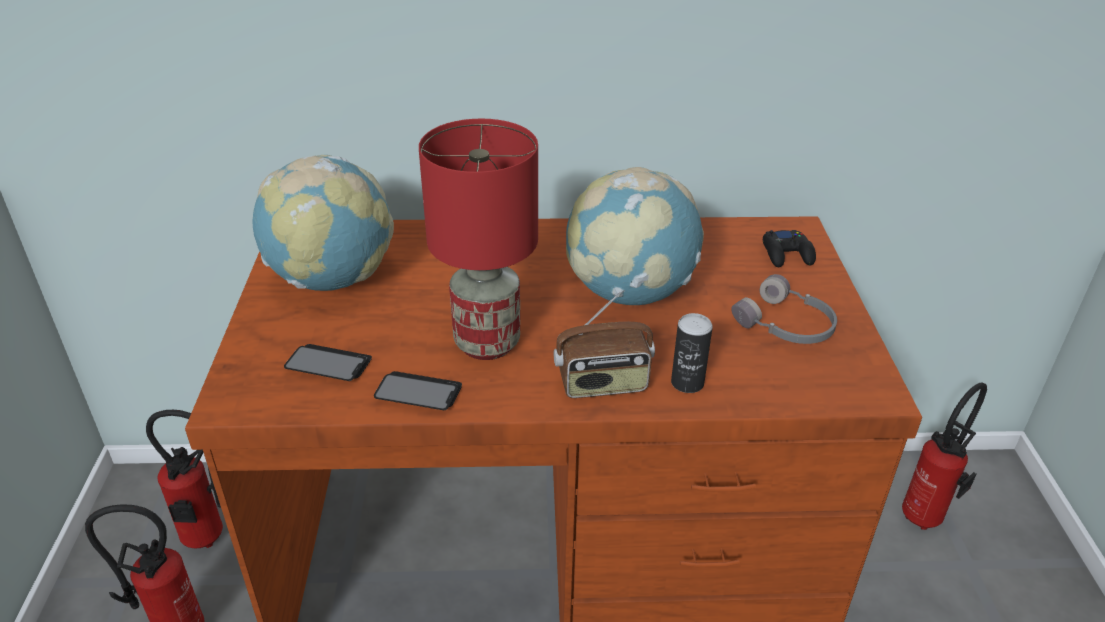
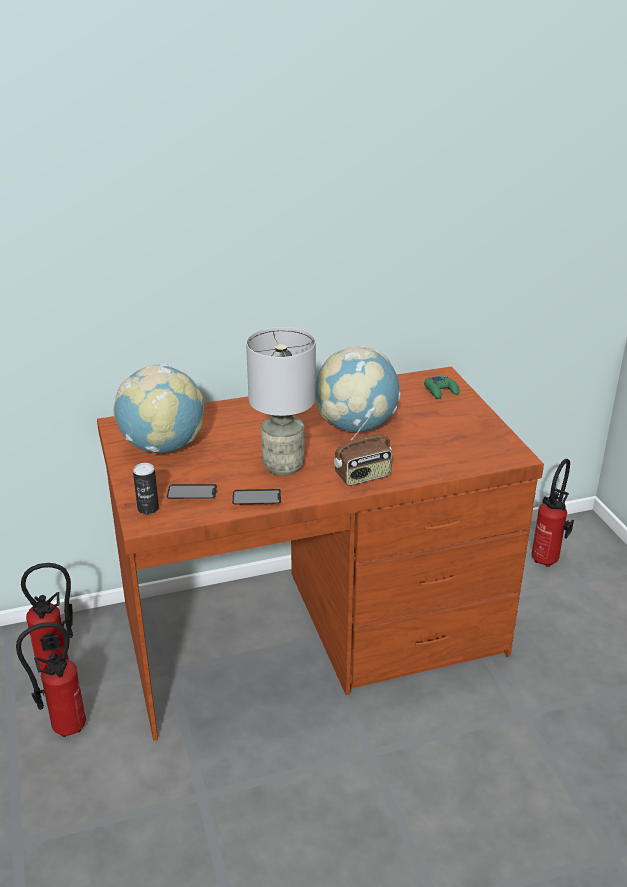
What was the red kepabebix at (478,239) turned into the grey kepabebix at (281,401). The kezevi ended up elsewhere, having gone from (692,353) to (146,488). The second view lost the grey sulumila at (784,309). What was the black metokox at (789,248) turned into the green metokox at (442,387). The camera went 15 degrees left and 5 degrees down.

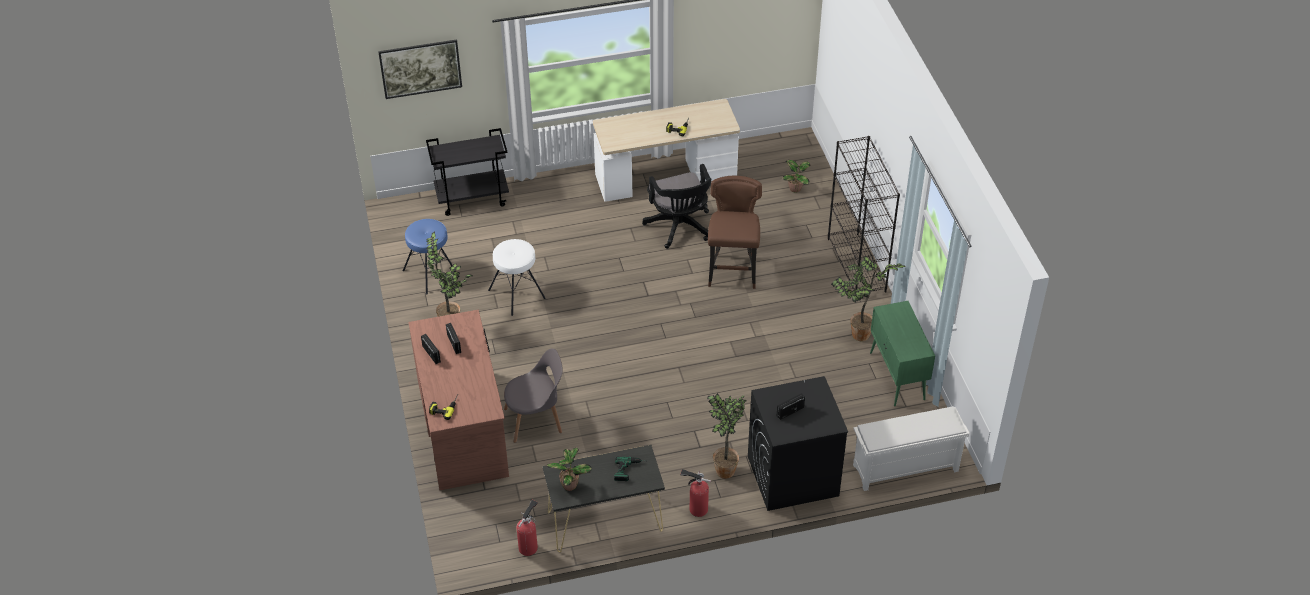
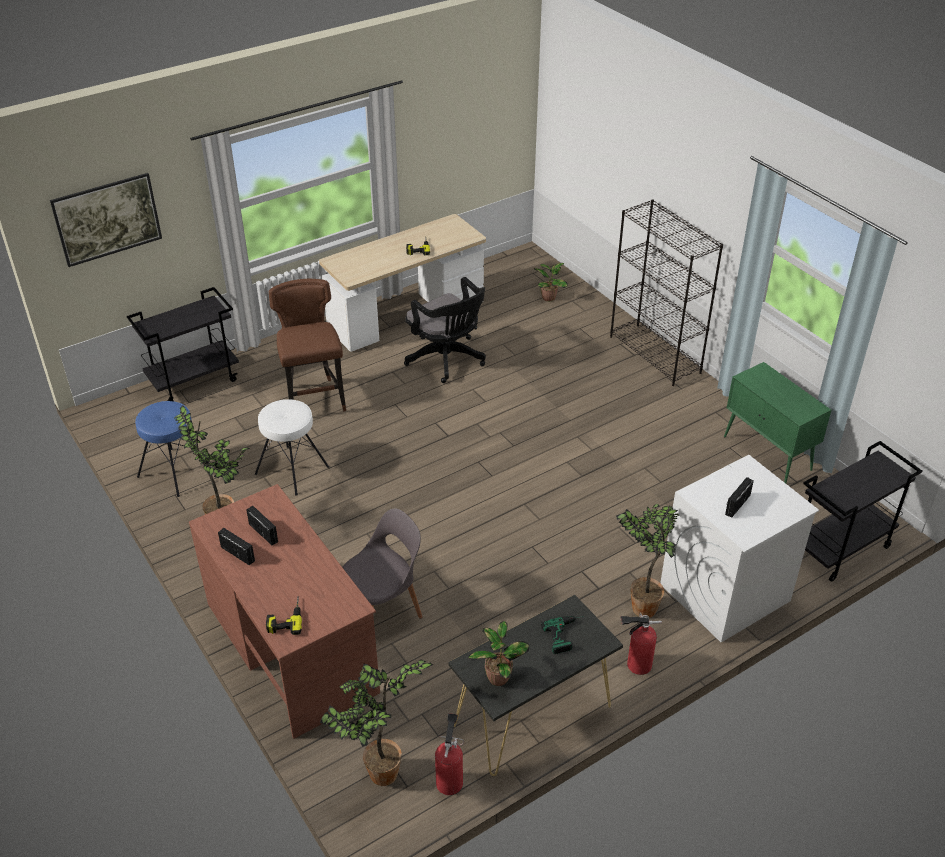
The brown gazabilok ended up elsewhere, having gone from (735,232) to (307,345). What was the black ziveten at (798,443) turned into the white ziveten at (739,548). The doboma ended up elsewhere, having gone from (868,298) to (376,722). Where the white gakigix stood at (911,448), the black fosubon came to stand at (862,511). The camera went 20 degrees left and 5 degrees down.

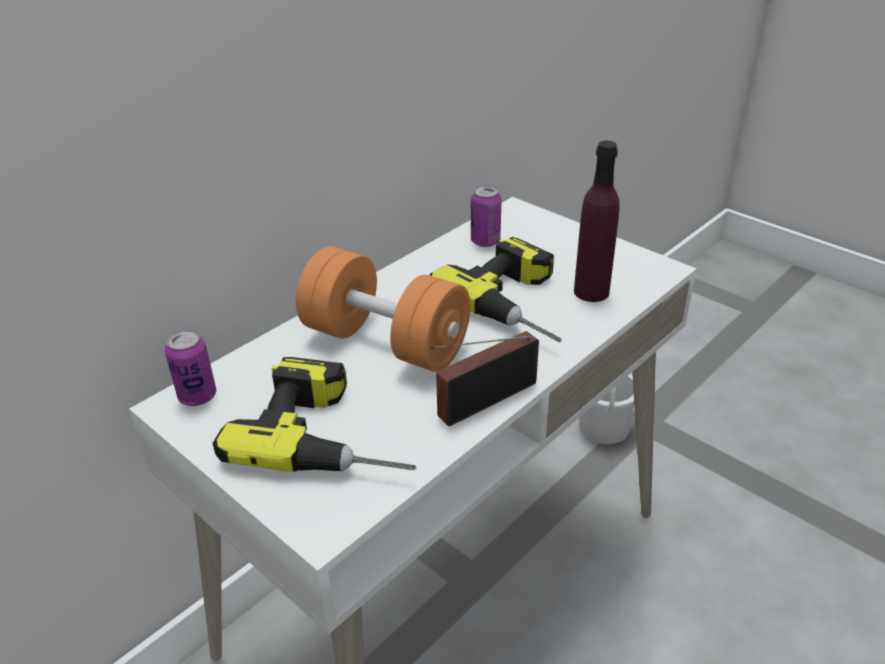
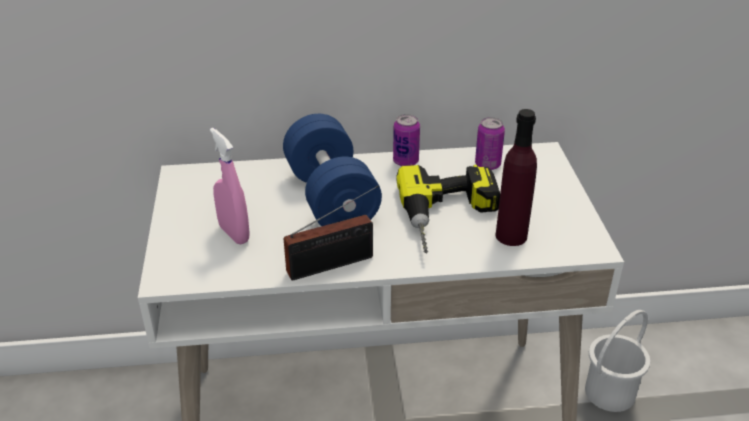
The kezevi ended up elsewhere, having gone from (190,367) to (406,140). Where the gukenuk stood at (314,414), the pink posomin came to stand at (230,186). What was the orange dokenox at (383,309) turned into the blue dokenox at (332,170). The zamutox at (485,378) ended up facing another way, 150 degrees clockwise from before. The camera went 40 degrees right and 0 degrees up.

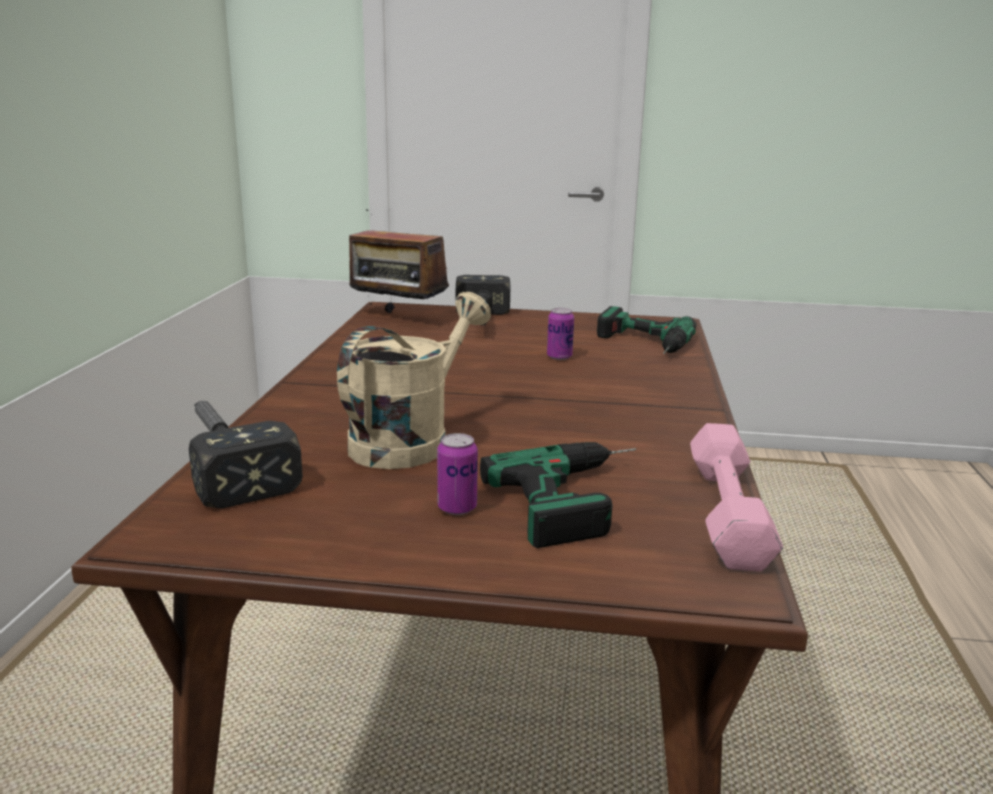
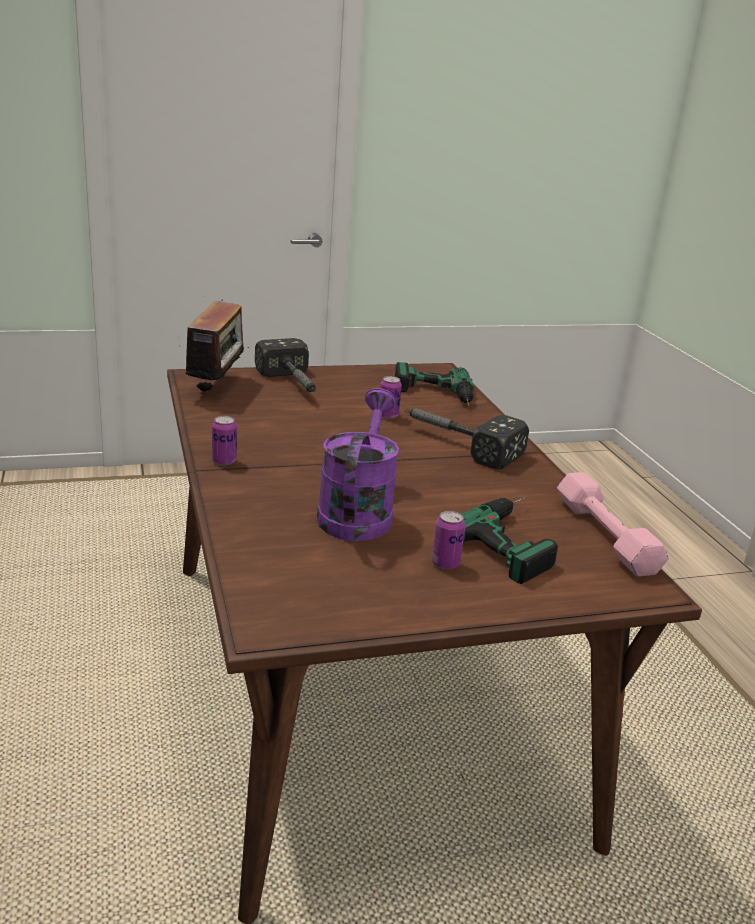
The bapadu ended up elsewhere, having gone from (246,454) to (467,438). What was the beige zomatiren at (414,380) turned into the purple zomatiren at (358,464). The zamutox at (399,261) ended up facing another way, 90 degrees counterclockwise from before. The second view gained the kezevi at (224,440). The camera went 25 degrees left and 5 degrees up.

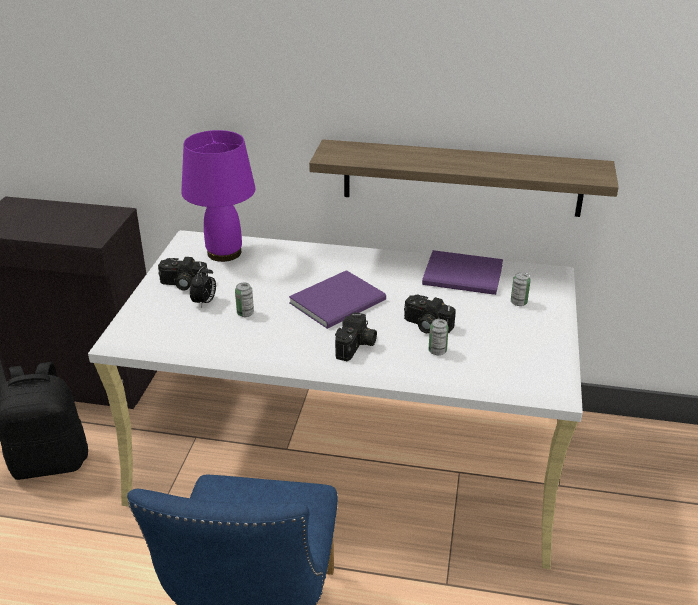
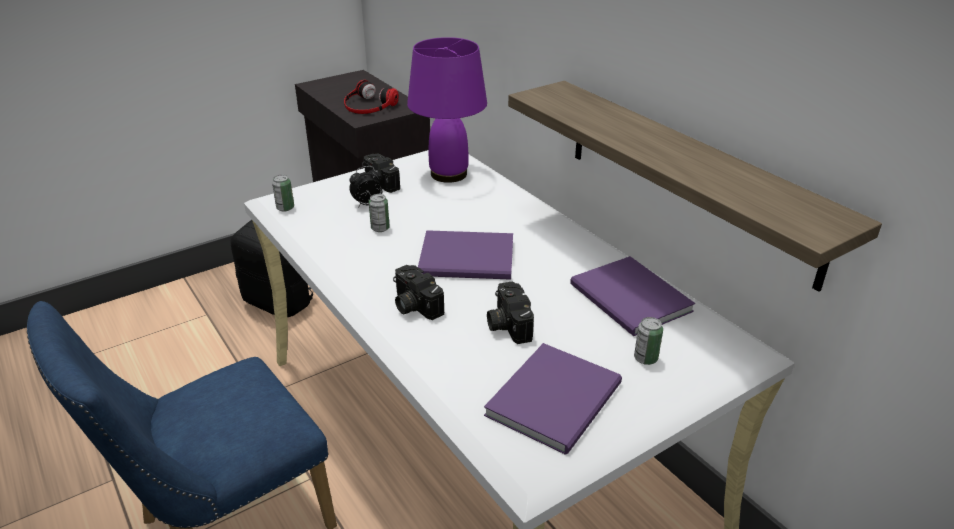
The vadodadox at (356,336) ended up facing another way, 75 degrees clockwise from before. The kezevi ended up elsewhere, having gone from (439,337) to (283,193). The second view gained the sulumila at (371,97). The second view gained the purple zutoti at (553,399). The camera went 45 degrees right and 0 degrees up.

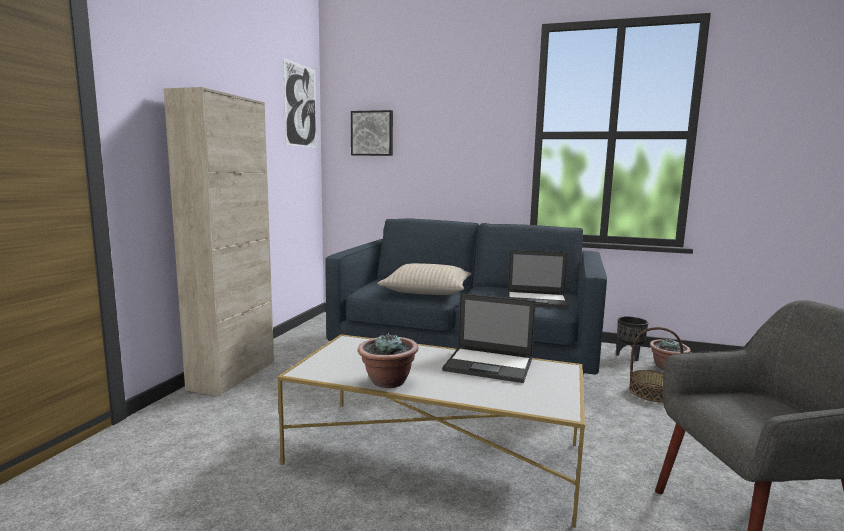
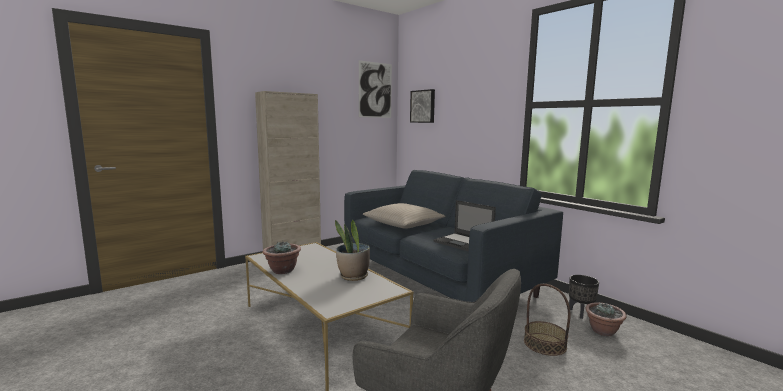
Where the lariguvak stood at (489,338), the doboma came to stand at (352,250). The camera went 35 degrees right and 0 degrees up.

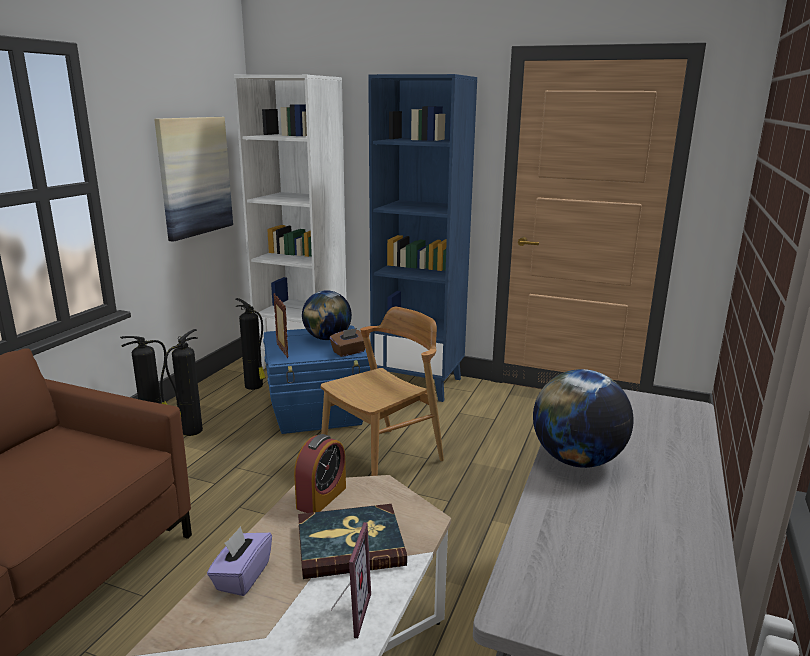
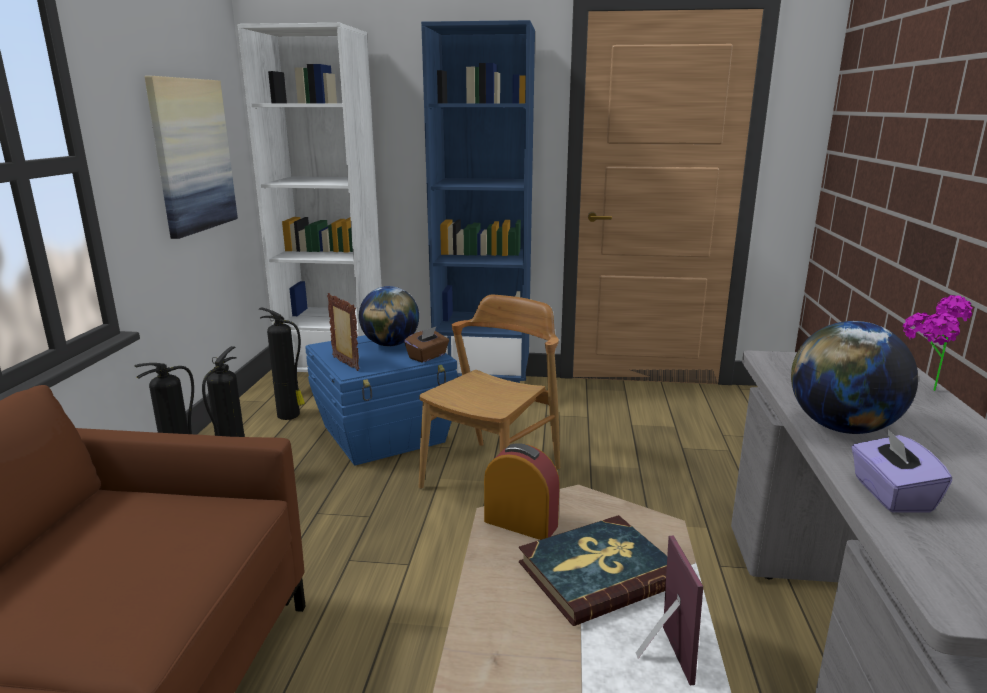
The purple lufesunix ended up elsewhere, having gone from (239,561) to (901,470). The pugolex at (320,473) ended up facing another way, 75 degrees counterclockwise from before. The second view gained the doboma at (938,343). The camera went 15 degrees left and 0 degrees up.

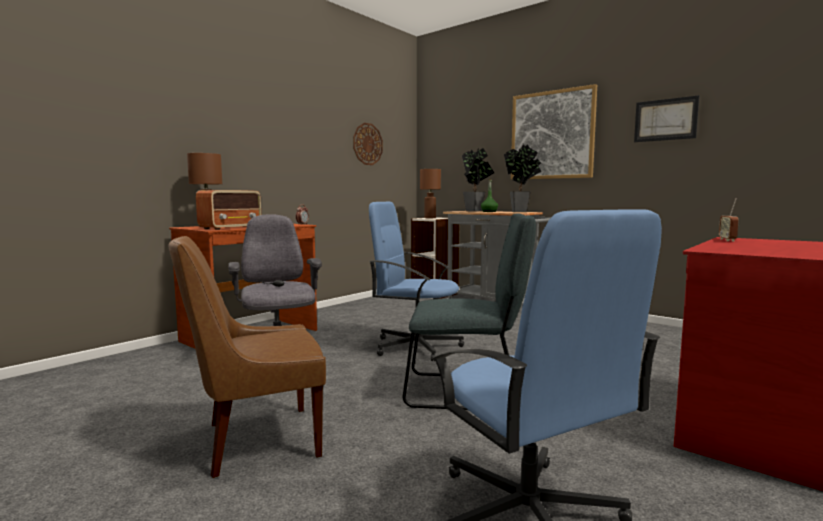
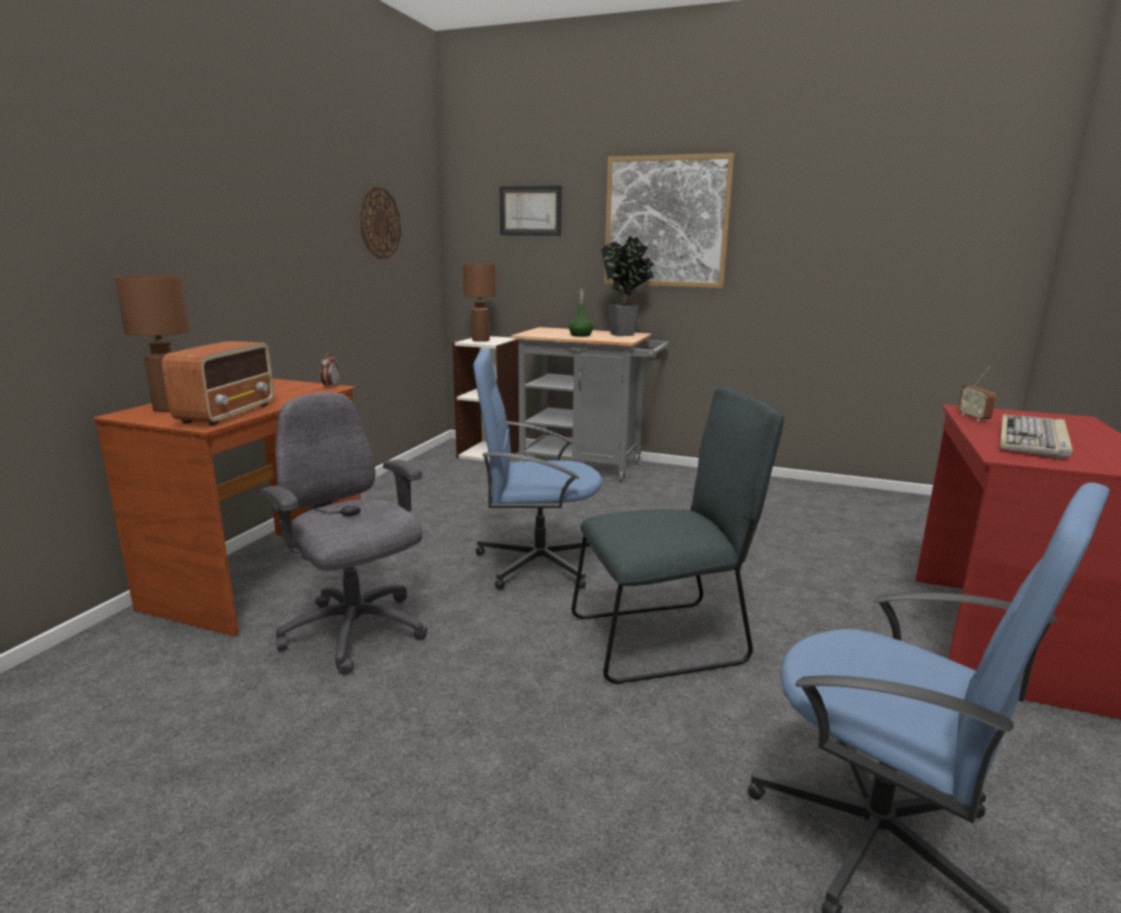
The second view lost the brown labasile at (247,357). The second view lost the doboma at (478,180). The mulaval ended up elsewhere, having gone from (666,118) to (531,211). The second view gained the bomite at (1036,436). The camera went 20 degrees left and 10 degrees up.

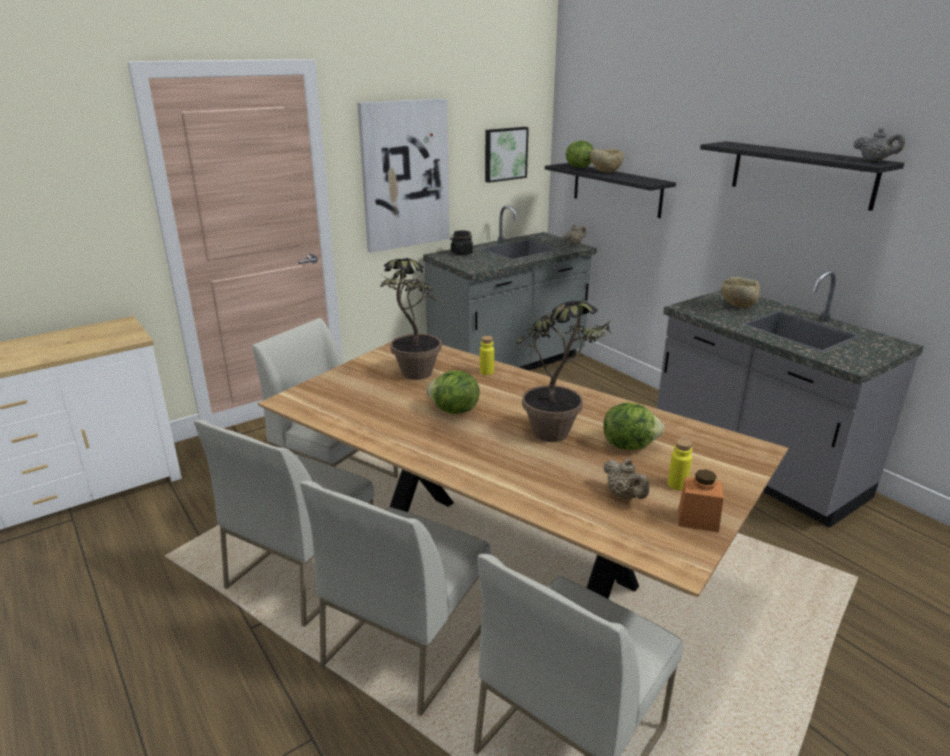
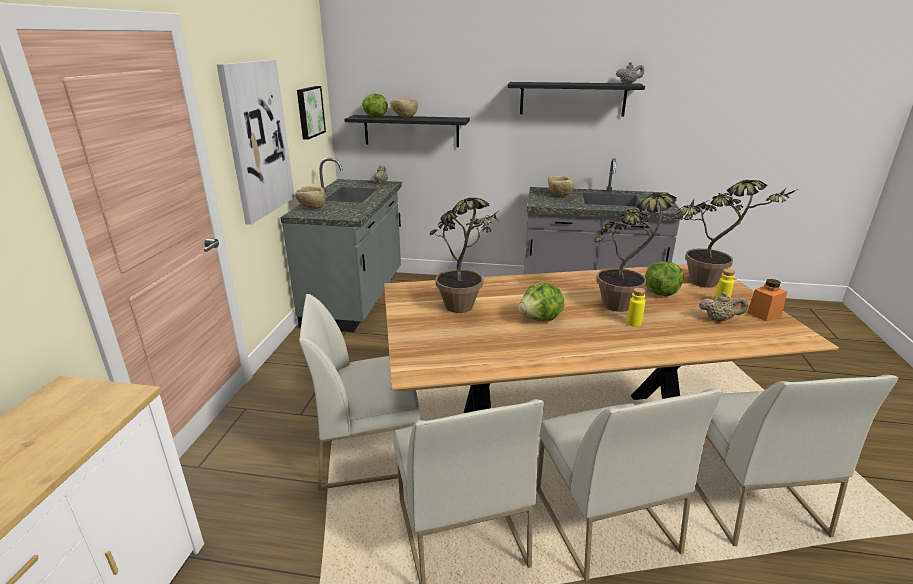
Where the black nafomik stood at (461,242), the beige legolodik came to stand at (310,197). The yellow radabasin ended up elsewhere, having gone from (487,355) to (636,307). The second view gained the doboma at (741,234). The camera went 45 degrees left and 0 degrees up.

